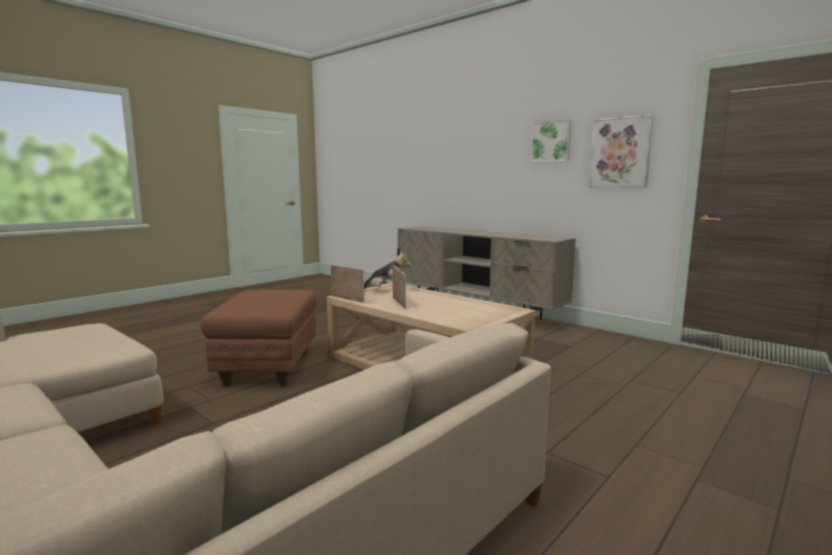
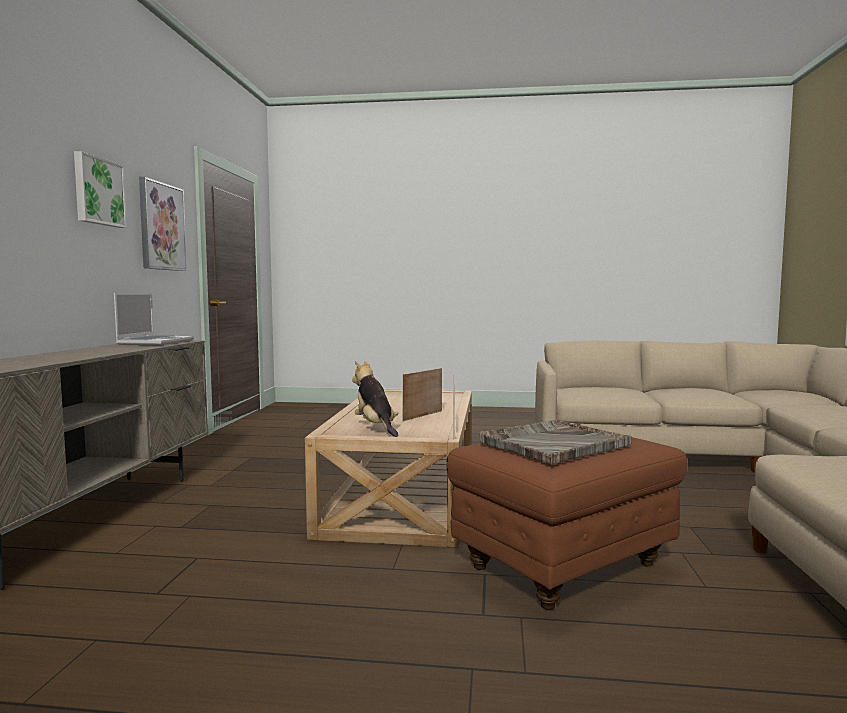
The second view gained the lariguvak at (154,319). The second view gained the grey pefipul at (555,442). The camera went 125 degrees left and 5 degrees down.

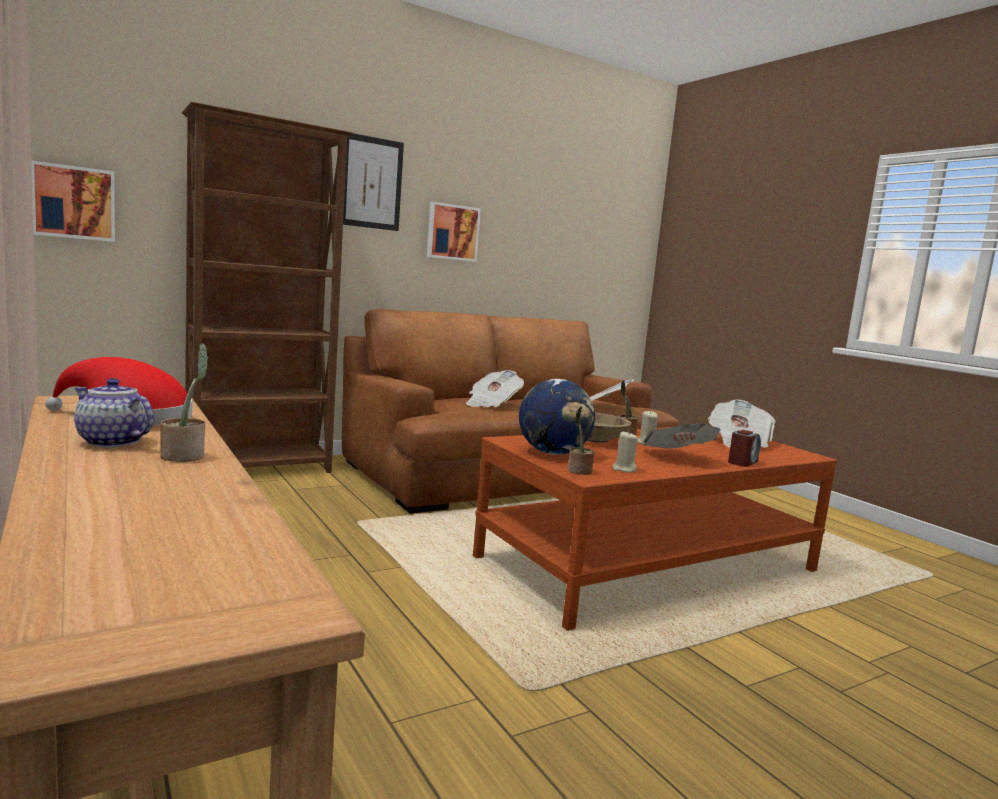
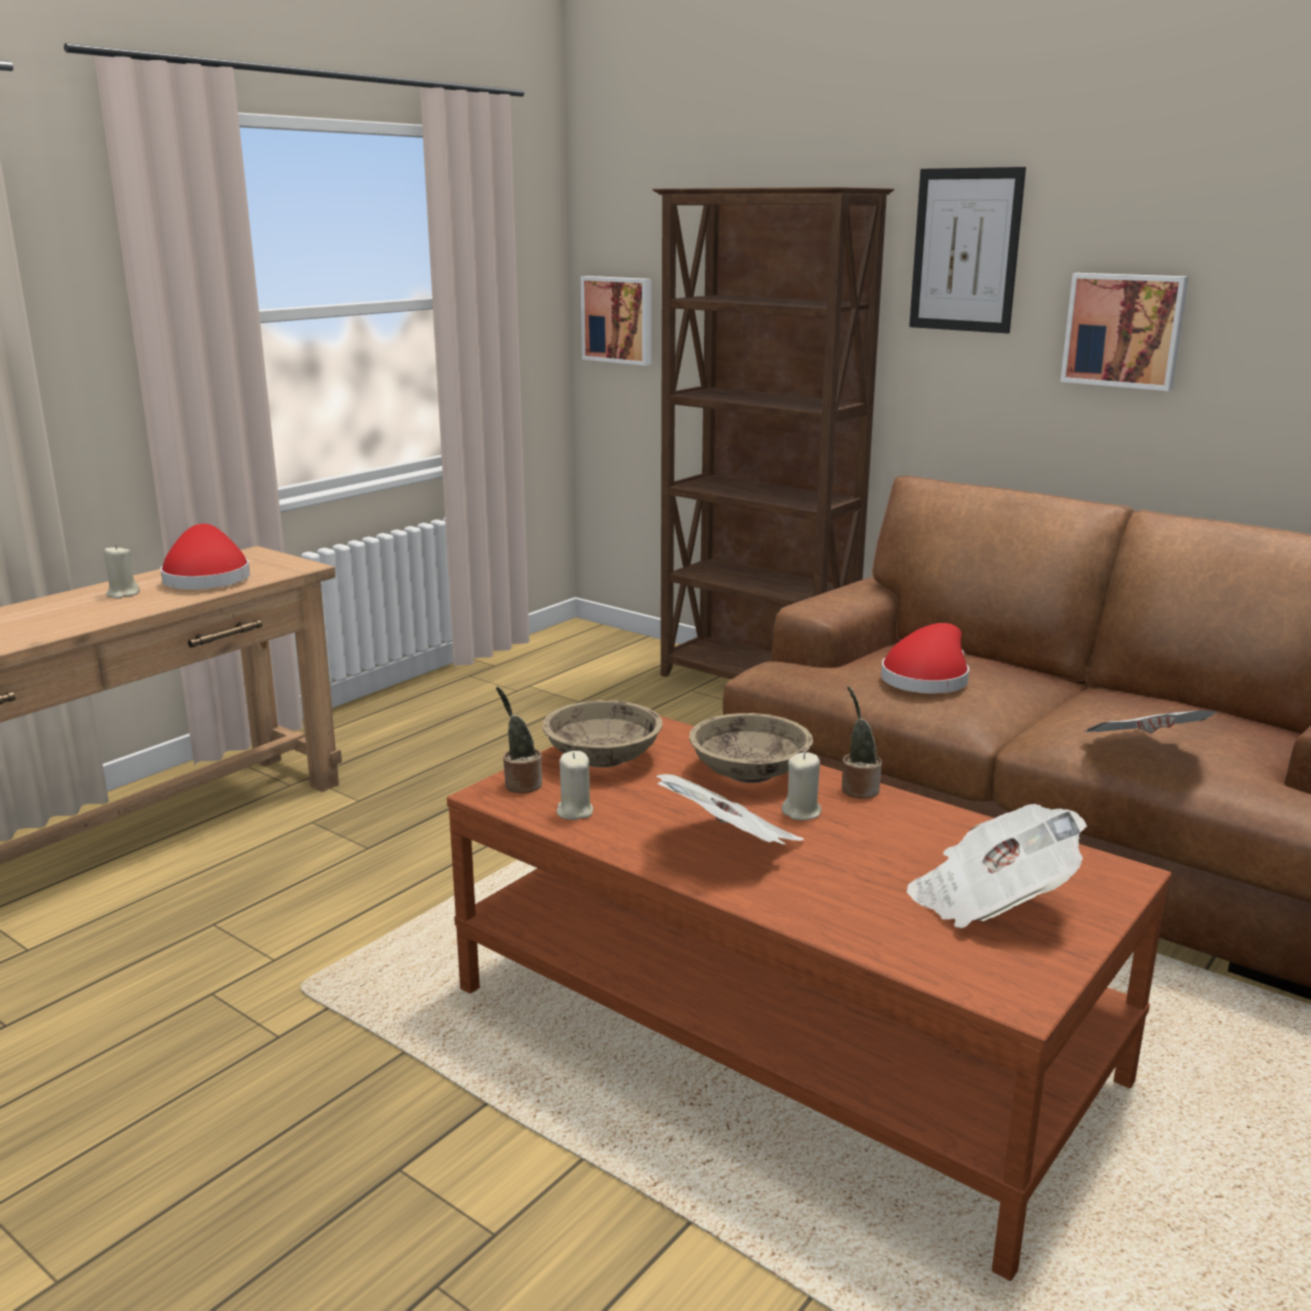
Where the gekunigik stood at (114,413), the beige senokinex came to stand at (122,572). The second view lost the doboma at (184,402). Where the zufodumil stood at (495,388), the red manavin came to stand at (925,658). Where the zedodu stood at (557,417), the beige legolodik came to stand at (603,734). The second view lost the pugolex at (744,448). The camera went 70 degrees right and 10 degrees up.

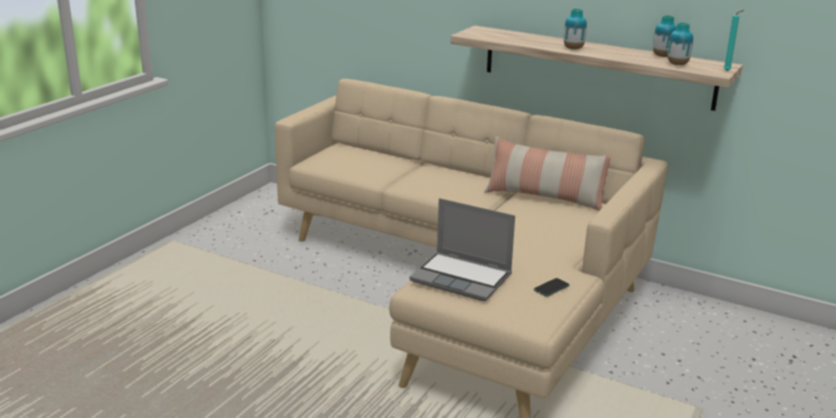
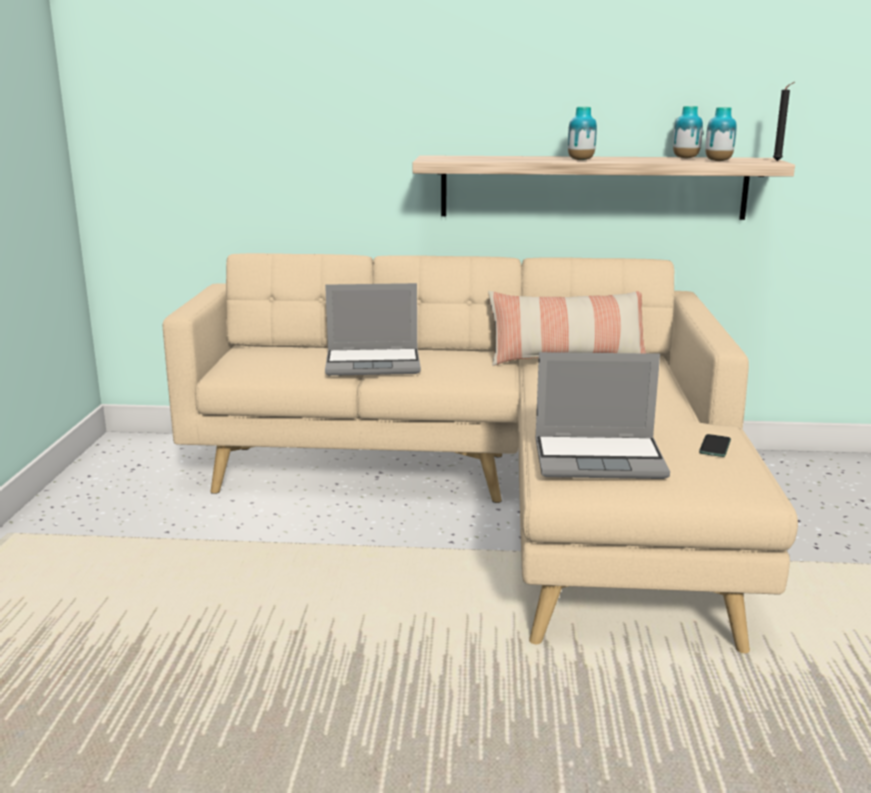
What was the turquoise senokinex at (734,40) turned into the black senokinex at (784,121). The second view gained the lariguvak at (373,329). The camera went 25 degrees left and 5 degrees down.

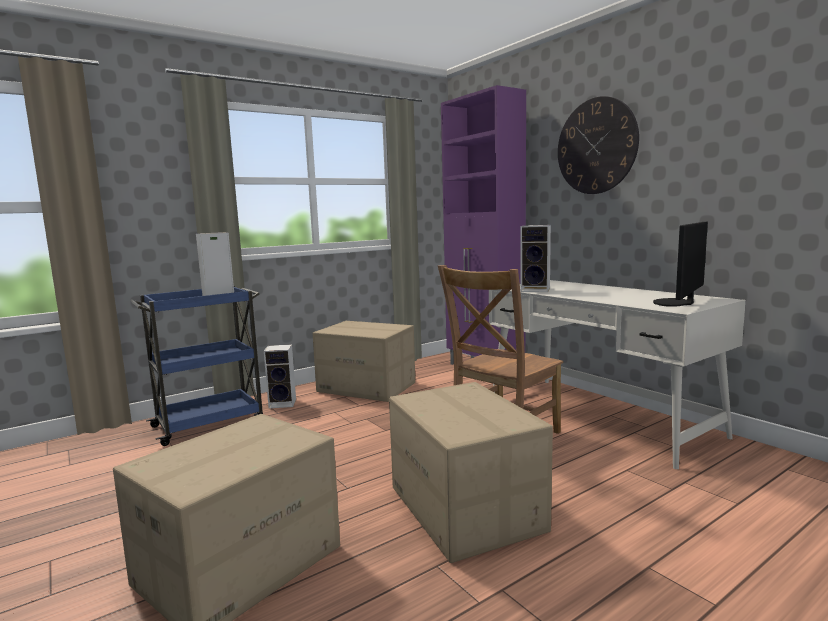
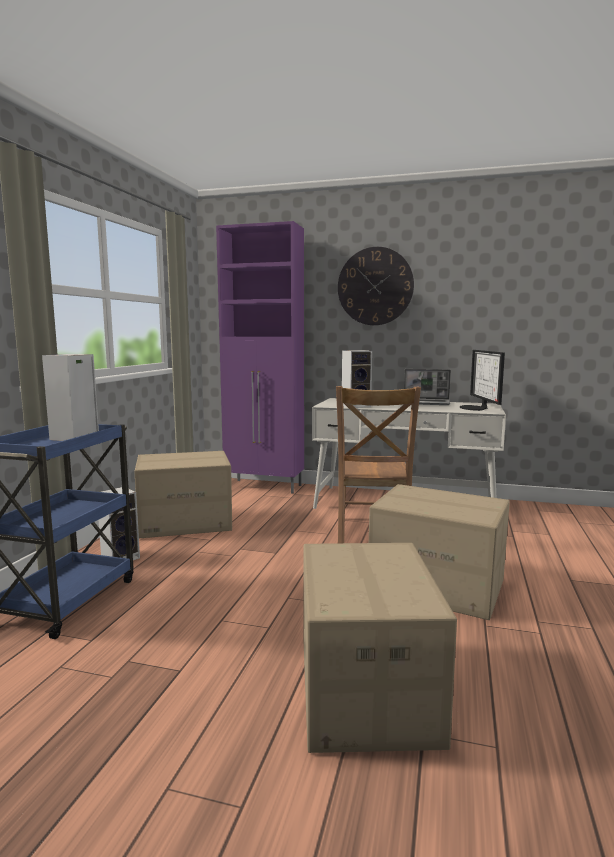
The second view gained the lariguvak at (427,387). The camera went 40 degrees left and 0 degrees up.

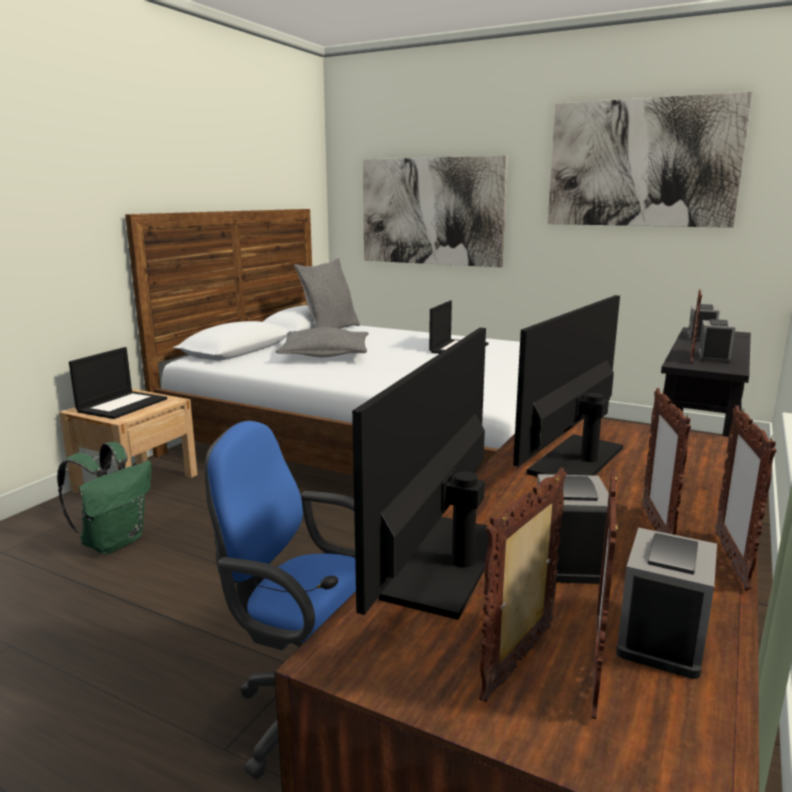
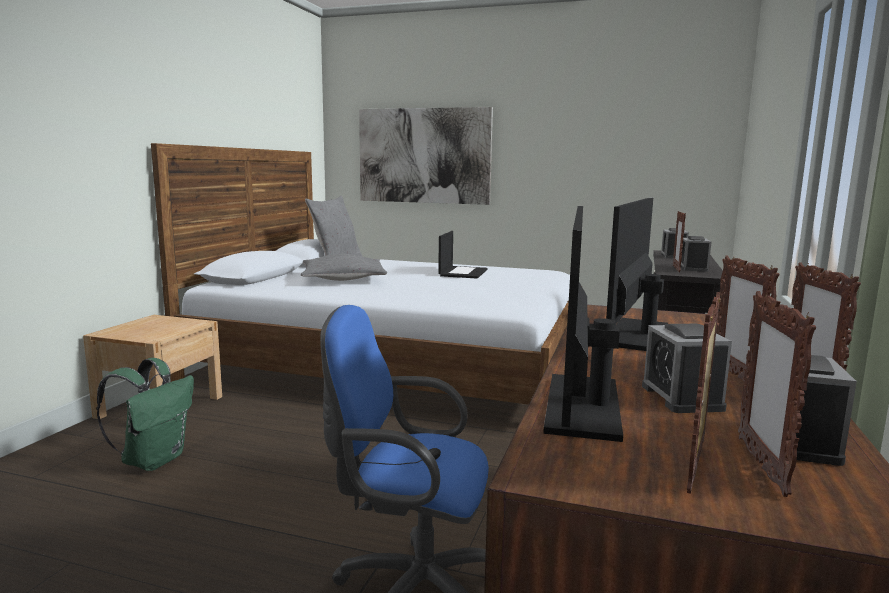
The second view lost the lariguvak at (118,383). The second view lost the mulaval at (650,159). The camera went 10 degrees left and 5 degrees down.

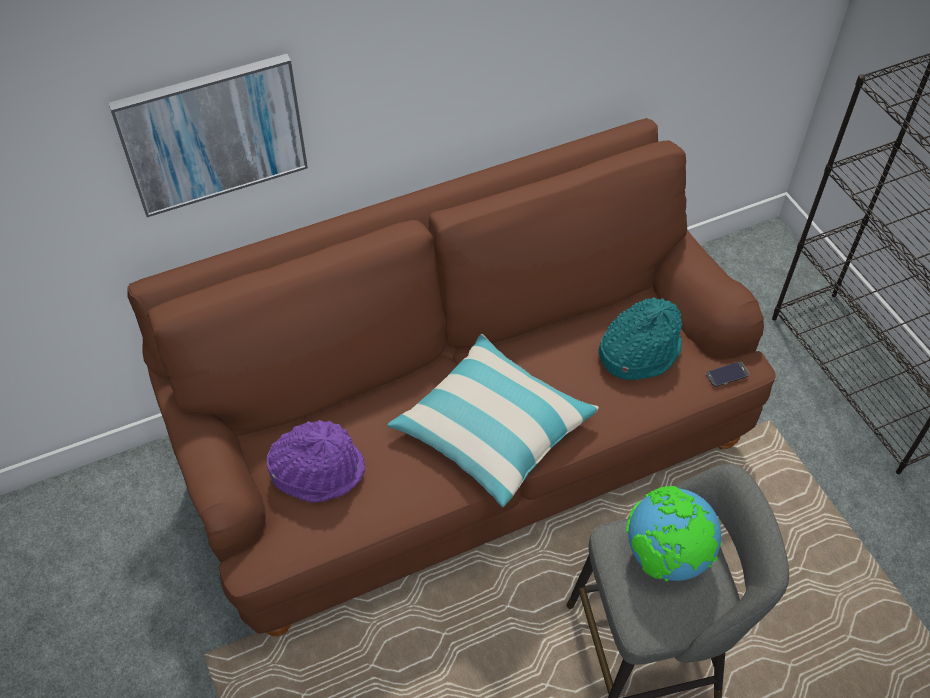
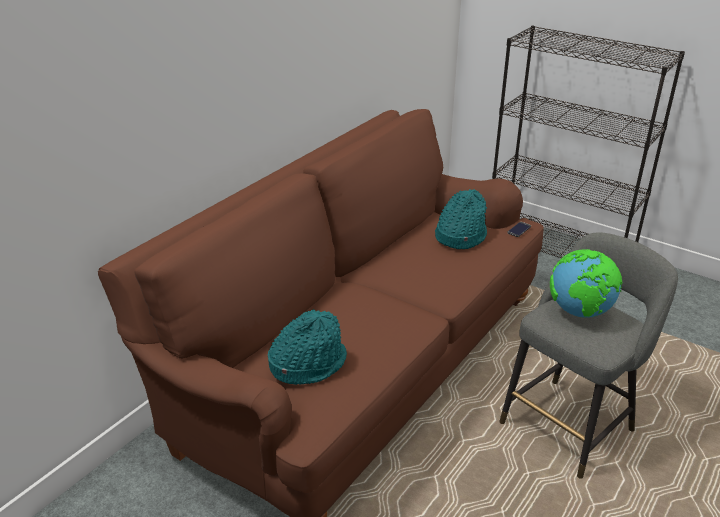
The second view lost the mulaval at (208,135). What was the purple manavin at (316,461) turned into the turquoise manavin at (307,347). The second view lost the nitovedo at (493,420). The camera went 30 degrees left and 20 degrees down.

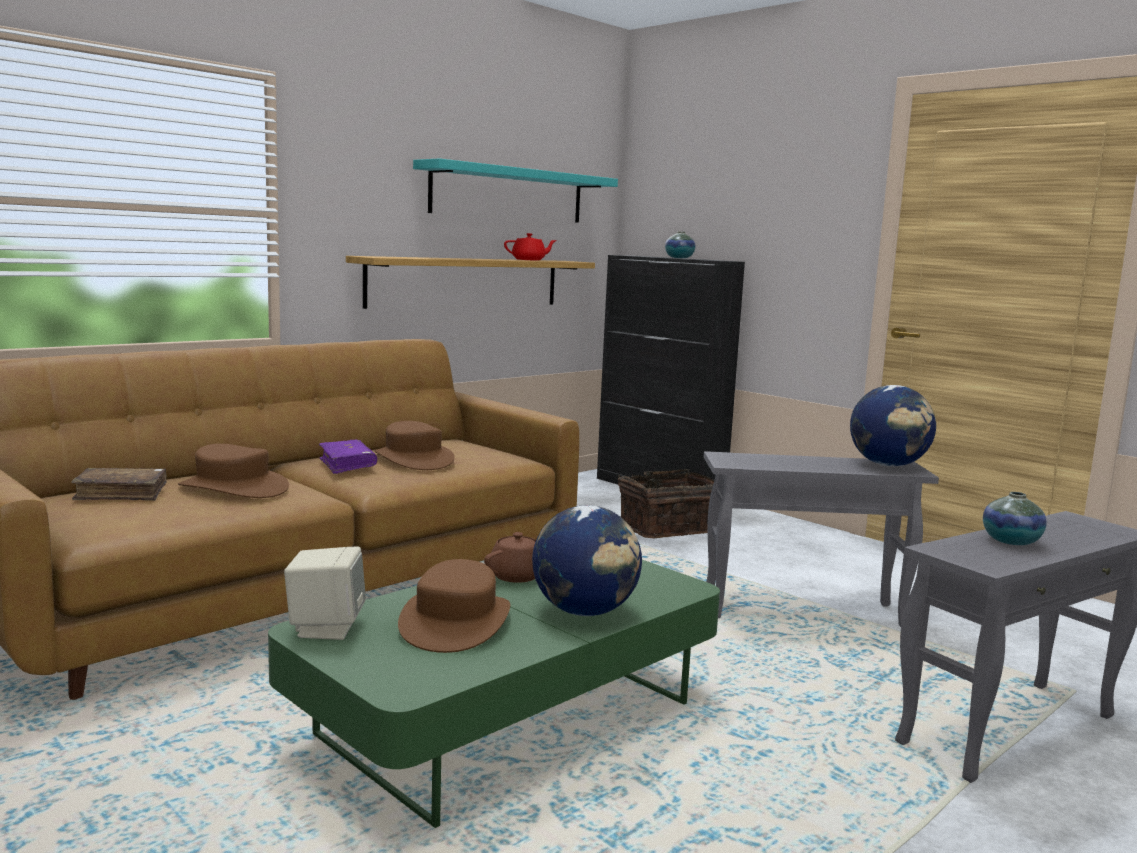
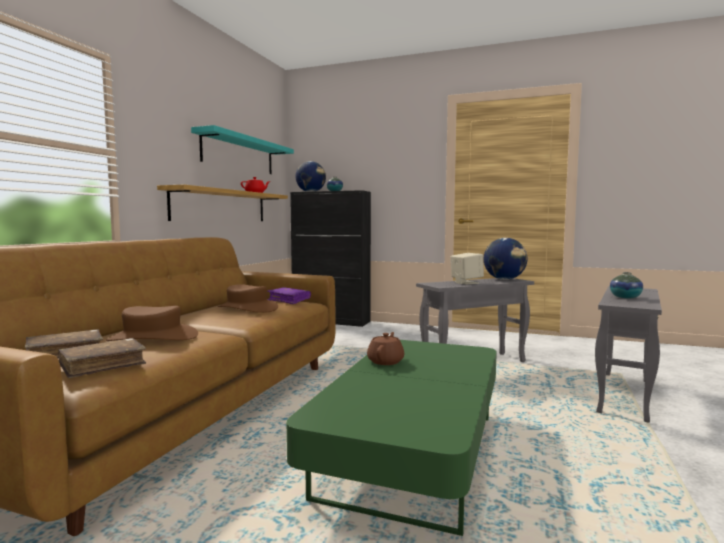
The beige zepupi ended up elsewhere, having gone from (325,593) to (467,268). The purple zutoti ended up elsewhere, having gone from (348,457) to (289,295). The second view lost the brown manavin at (454,606). The zedodu ended up elsewhere, having gone from (587,560) to (310,176). The second view lost the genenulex at (665,504). The second view gained the brown zutoti at (102,358). The camera went 25 degrees left and 5 degrees down.

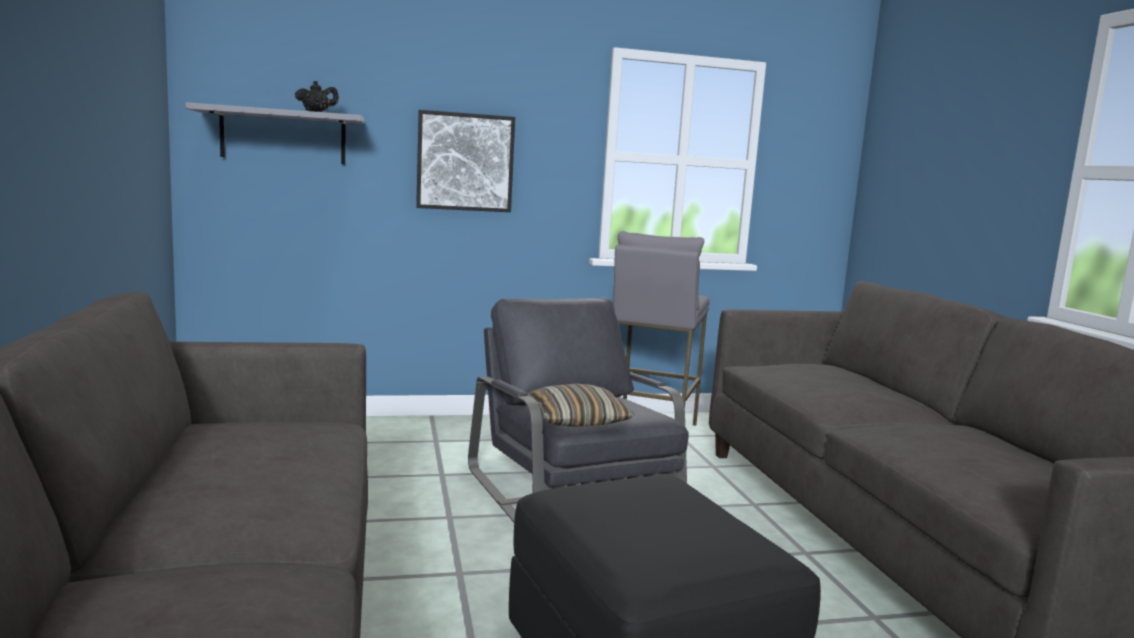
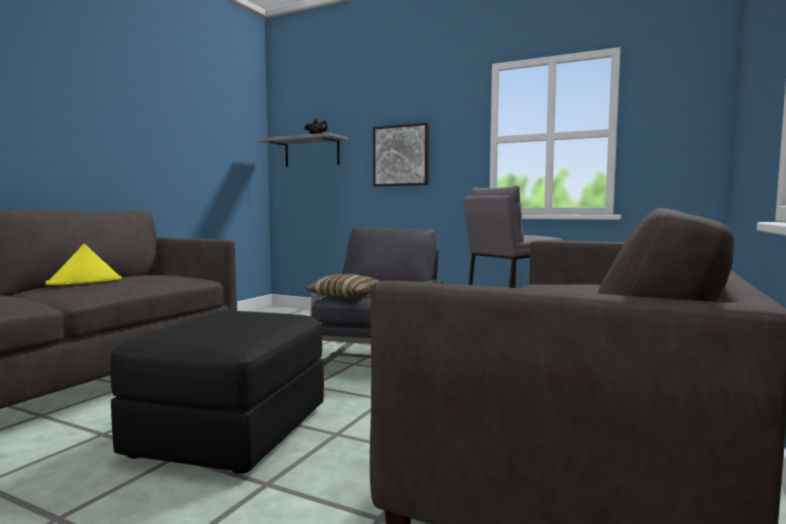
The second view gained the yellow manavin at (84,264). The camera went 40 degrees right and 5 degrees down.

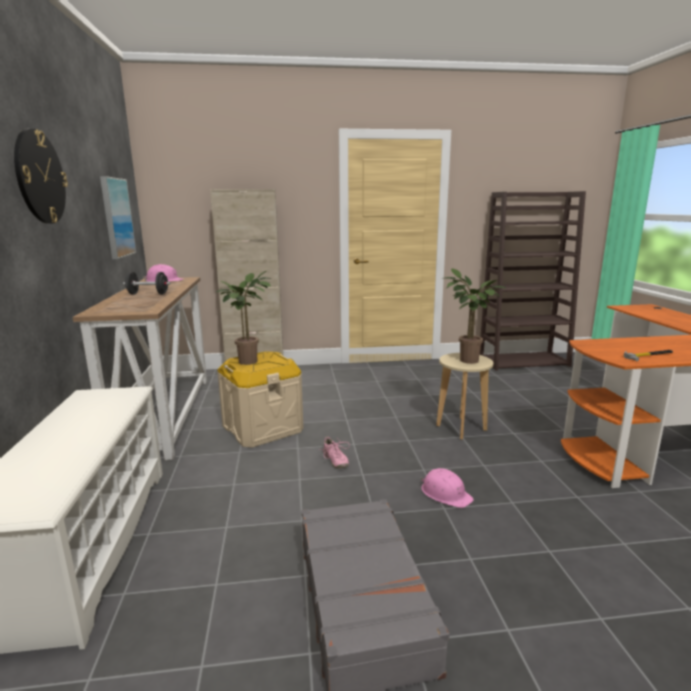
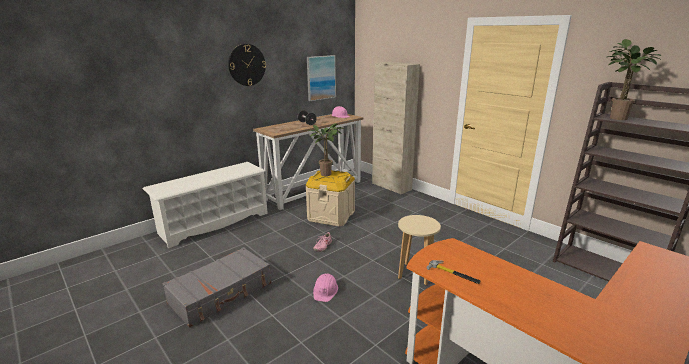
The doboma ended up elsewhere, having gone from (474,316) to (634,79). The camera went 55 degrees right and 5 degrees up.

